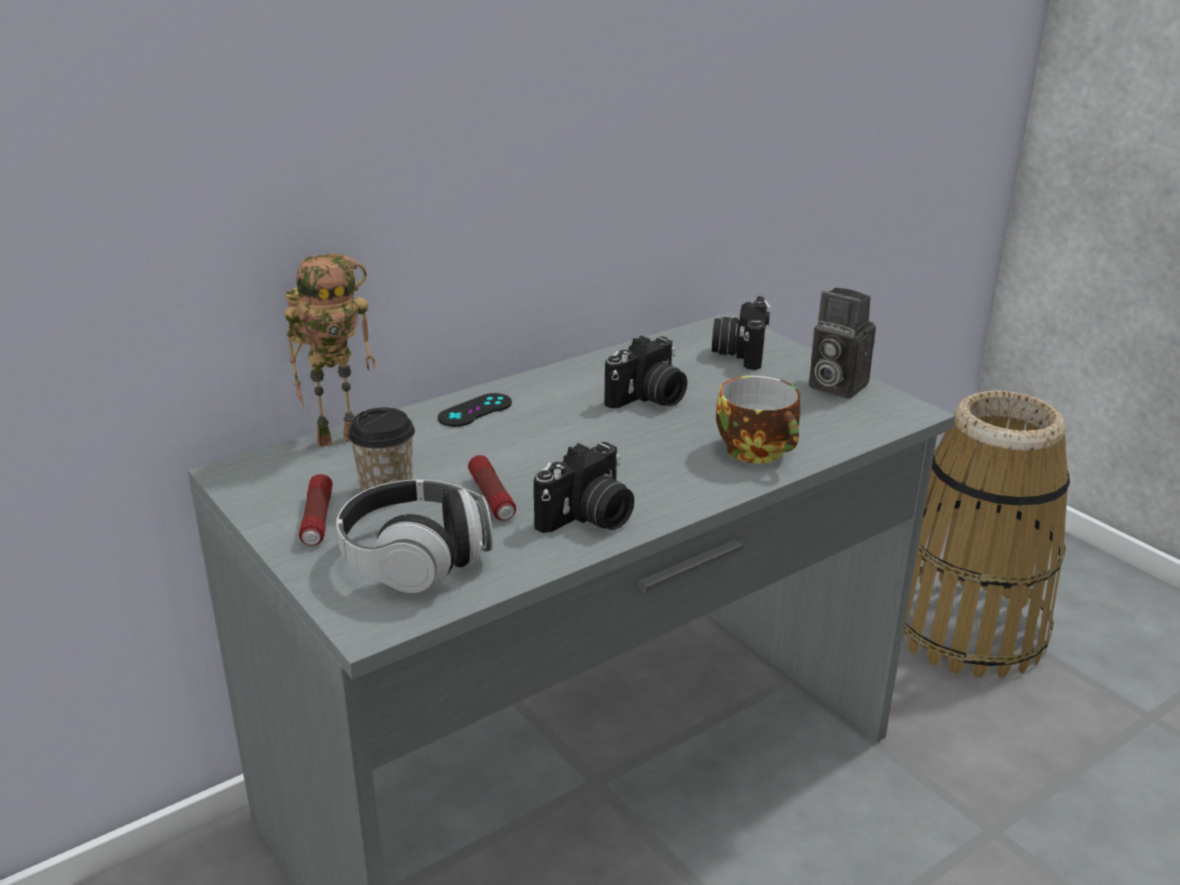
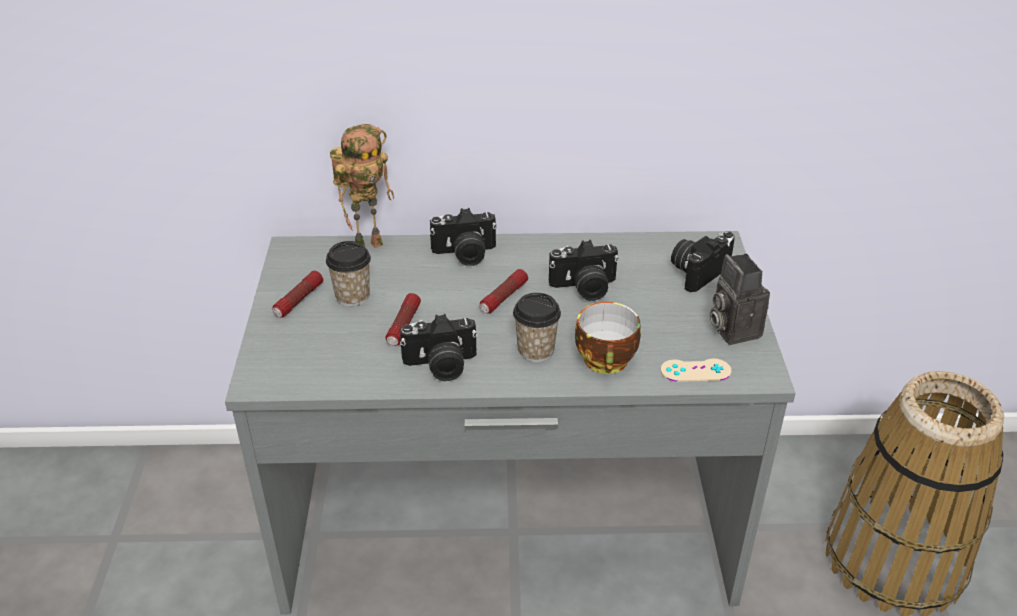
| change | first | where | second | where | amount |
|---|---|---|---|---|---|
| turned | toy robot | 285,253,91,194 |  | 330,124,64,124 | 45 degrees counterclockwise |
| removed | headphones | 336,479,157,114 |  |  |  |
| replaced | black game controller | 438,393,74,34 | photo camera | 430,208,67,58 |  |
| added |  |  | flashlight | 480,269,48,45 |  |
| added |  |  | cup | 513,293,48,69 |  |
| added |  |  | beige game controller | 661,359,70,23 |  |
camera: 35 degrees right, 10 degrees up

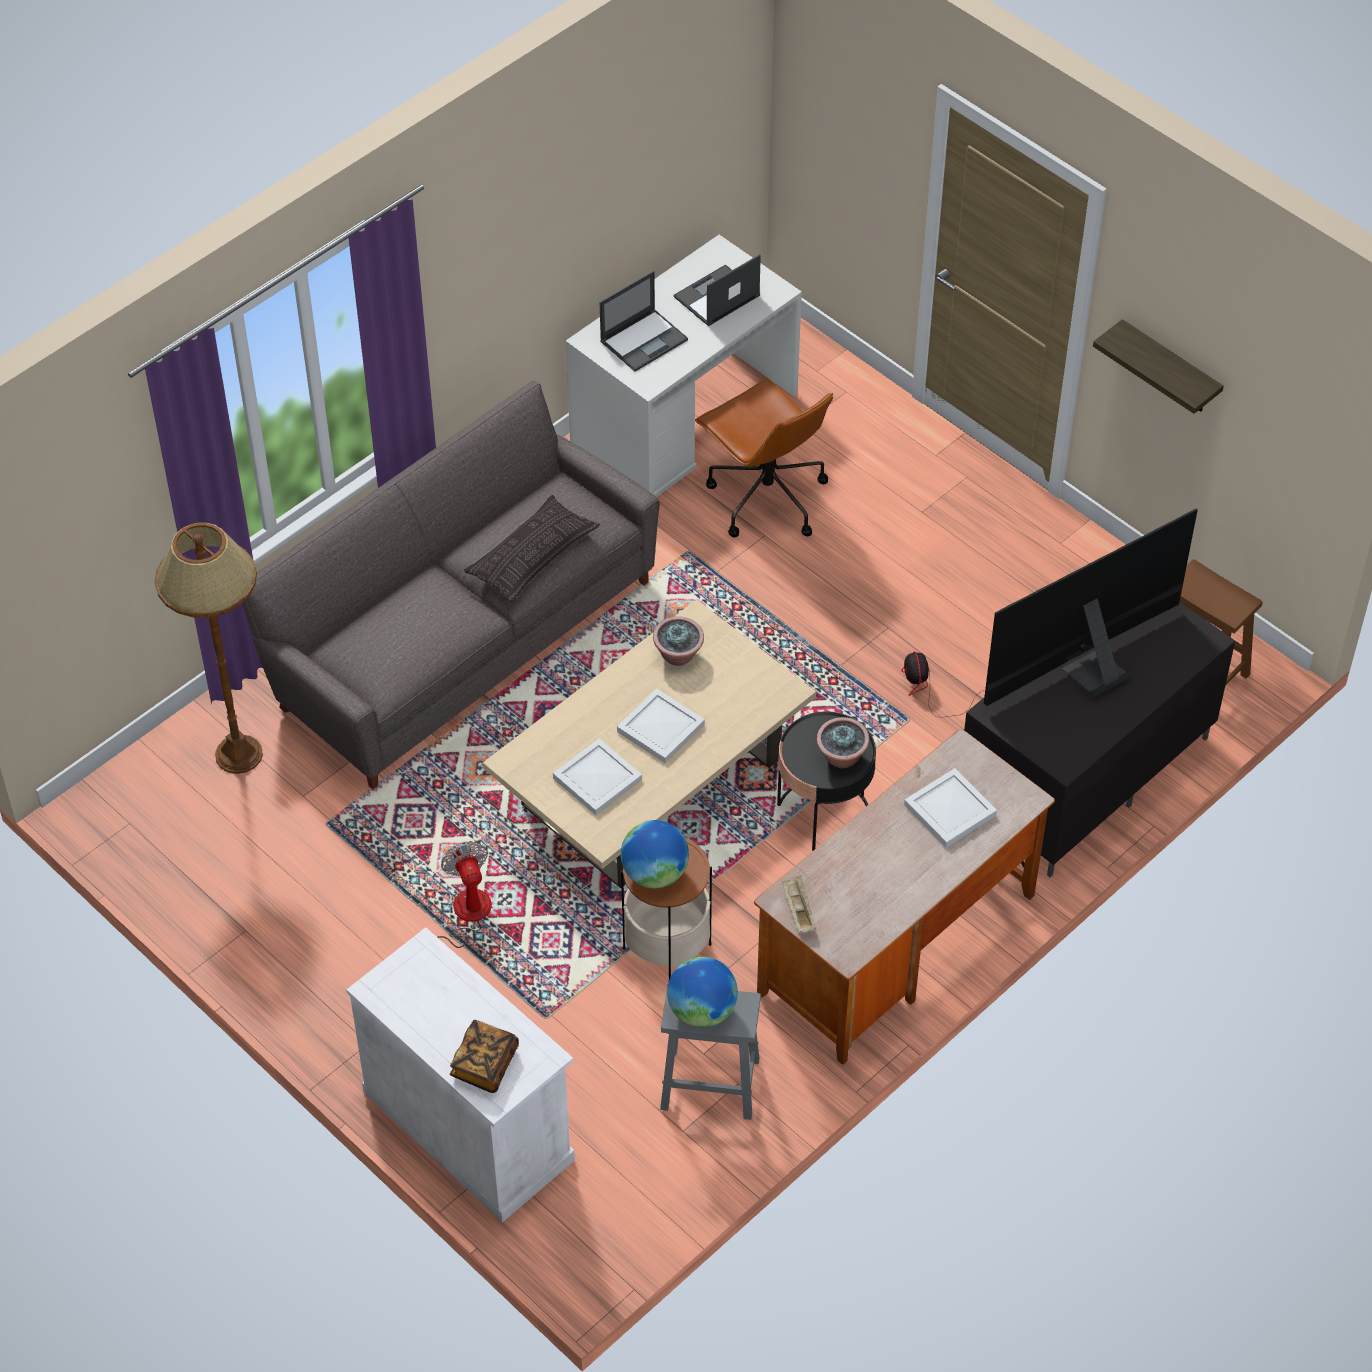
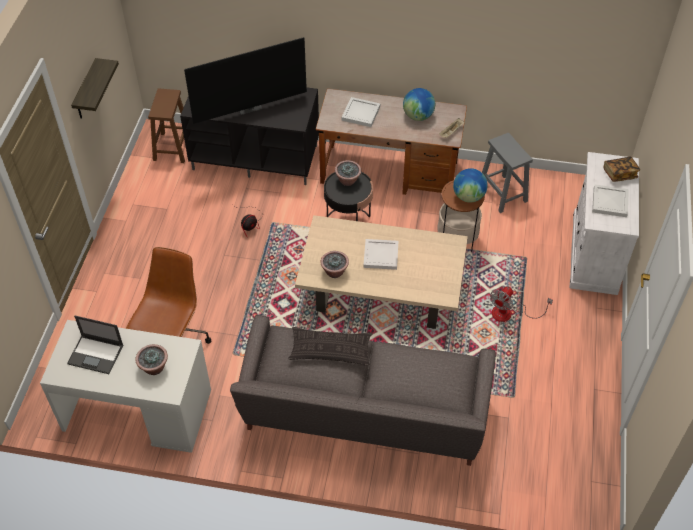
| change | first | where | second | where | amount |
|---|---|---|---|---|---|
| removed | brown floor lamp | 155,523,108,251 |  |  |  |
| moved | white tray | 553,739,89,76 |  | 592,185,37,32 |  |
| replaced | laptop | 600,271,88,101 | potted plant | 135,344,33,31 |  |
| moved | globe | 667,957,71,71 |  | 403,88,32,33 |  |
| turned | television | 984,508,214,198 |  | 184,37,123,87 | 45 degrees counterclockwise |
camera: 125 degrees left, 0 degrees up

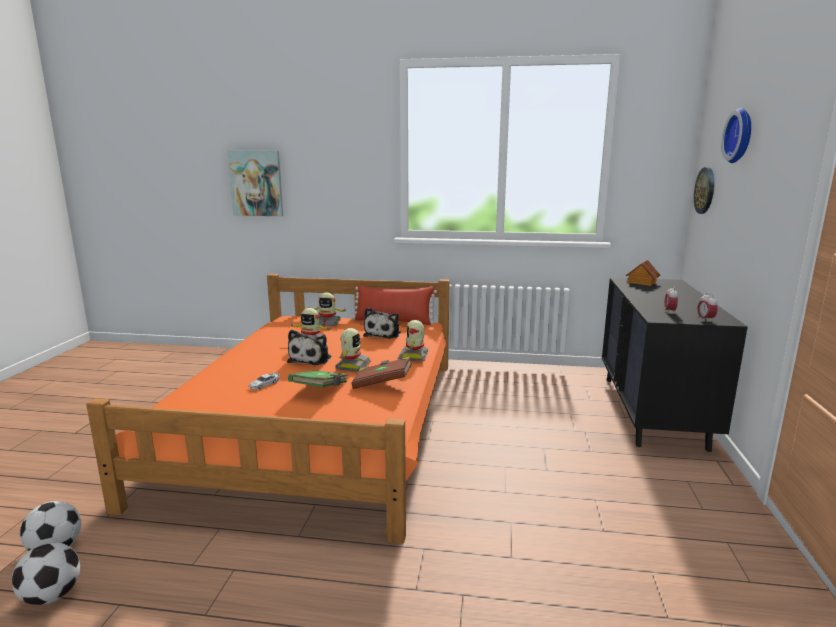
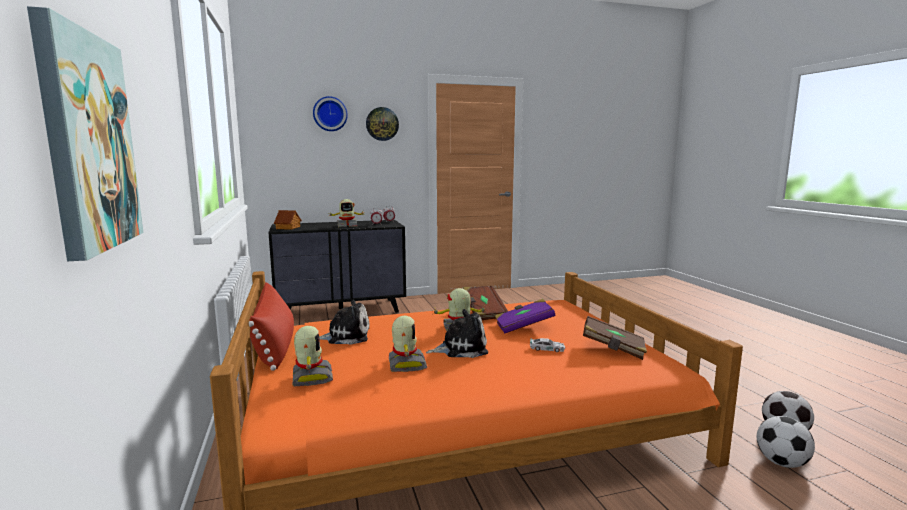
| change | first | where | second | where | amount |
|---|---|---|---|---|---|
| recoloured | green book | 288,370,60,17 | purple book | 494,299,61,35 |  |
| moved | toy robot | 398,320,30,41 |  | 330,199,34,29 |  |
| moved | wall clock | 694,167,20,47 |  | 366,107,33,34 |  |
| added |  |  | brown book | 583,316,64,44 |  |
camera: 115 degrees left, 5 degrees down

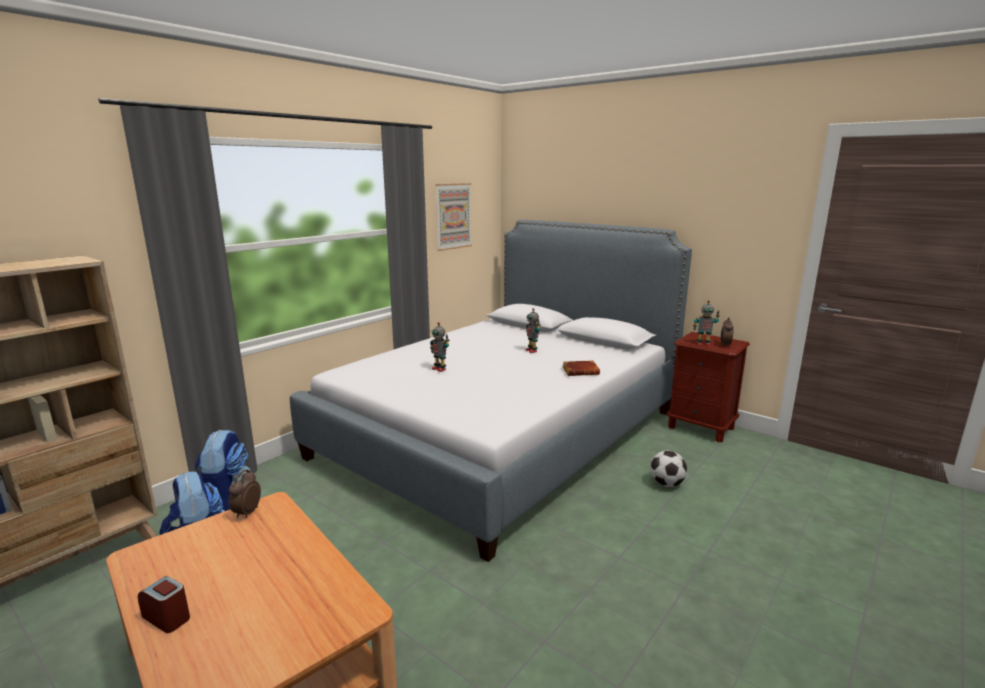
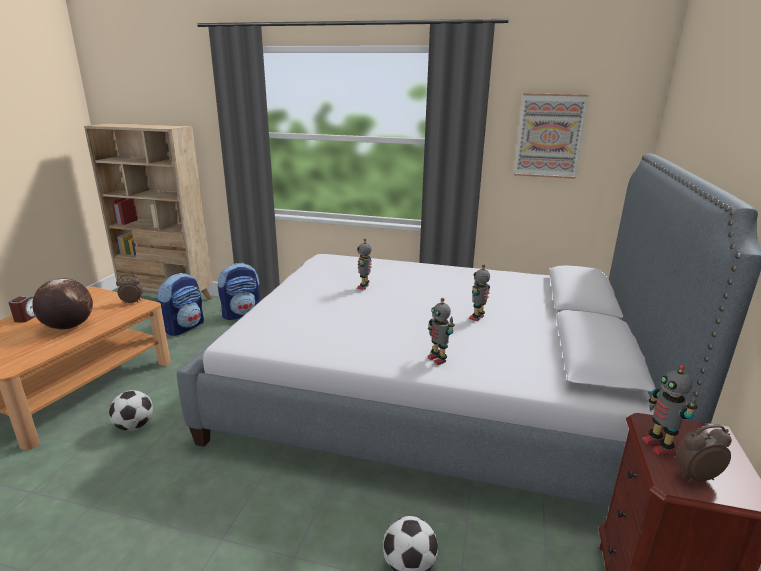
| change | first | where | second | where | amount |
|---|---|---|---|---|---|
| replaced | brown book | 563,360,37,16 | toy robot | 428,298,27,67 |  |
| added |  |  | globe | 32,278,61,52 |  |
| added |  |  | football | 109,390,44,41 |  |
camera: 65 degrees right, 5 degrees up

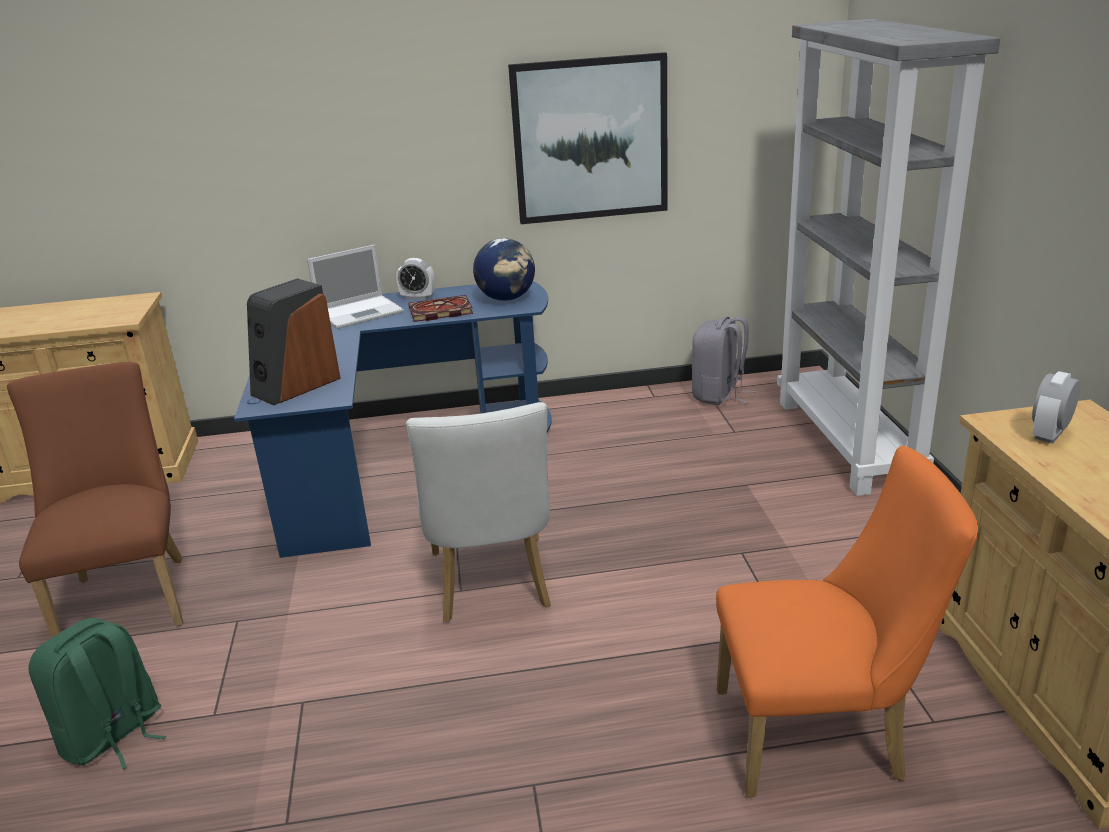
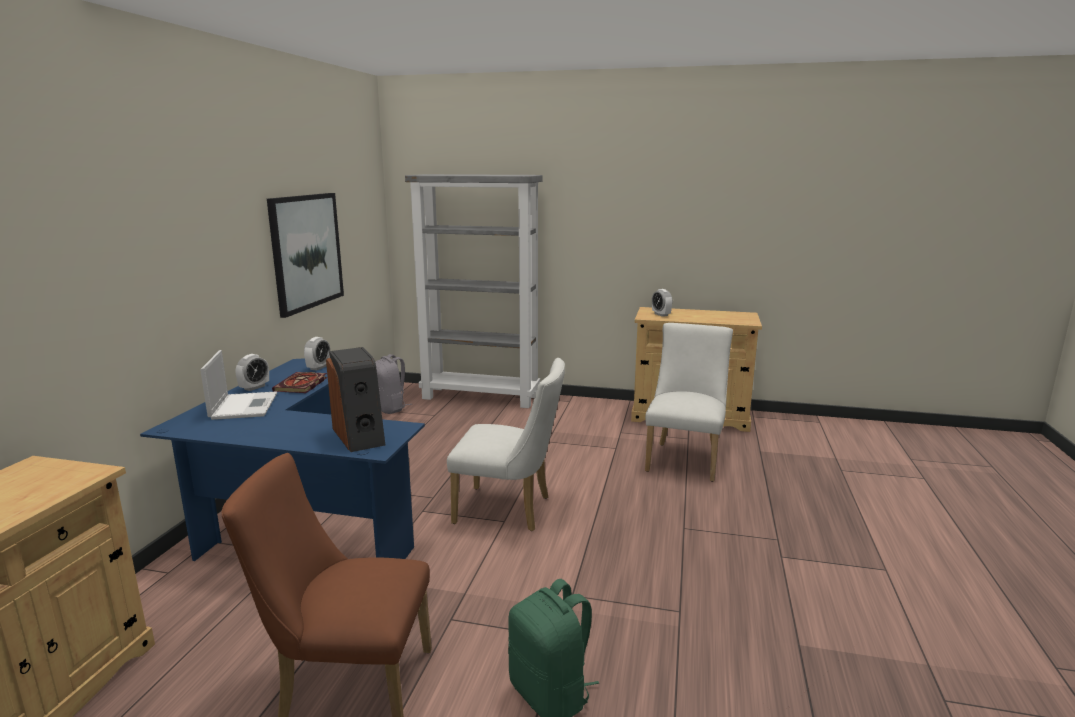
| change | first | where | second | where | amount |
|---|---|---|---|---|---|
| replaced | globe | 473,238,62,63 | alarm clock | 304,337,26,34 |  |
| recoloured | orange chair | 716,446,262,351 | white chair | 645,323,88,159 |  |
camera: 70 degrees left, 10 degrees down

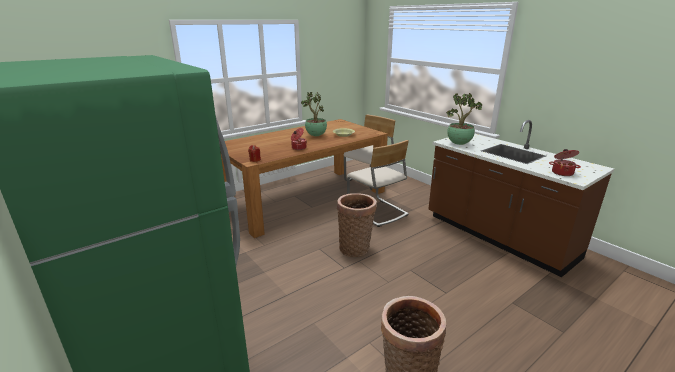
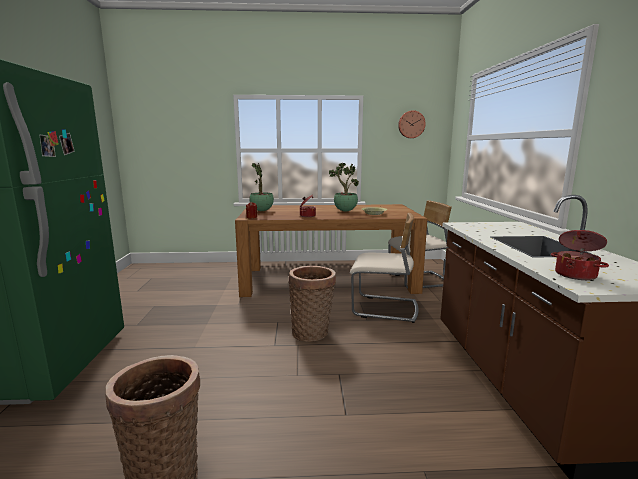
| change | first | where | second | where | amount |
|---|---|---|---|---|---|
| turned | beige chair | 347,140,62,87 |  | 350,213,69,110 | 75 degrees counterclockwise |
| moved | potted plant | 446,93,36,52 |  | 249,163,25,48 |  |
| added |  |  | wall clock | 398,110,28,28 |  |
camera: 35 degrees right, 10 degrees down

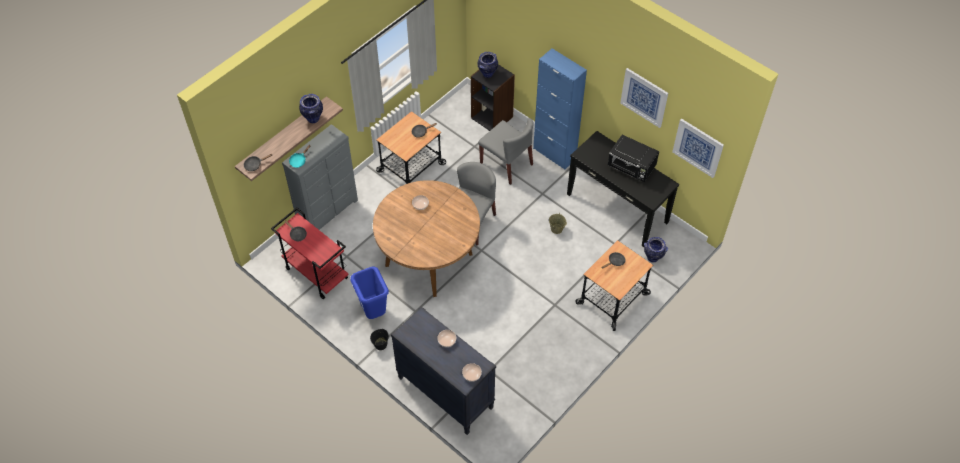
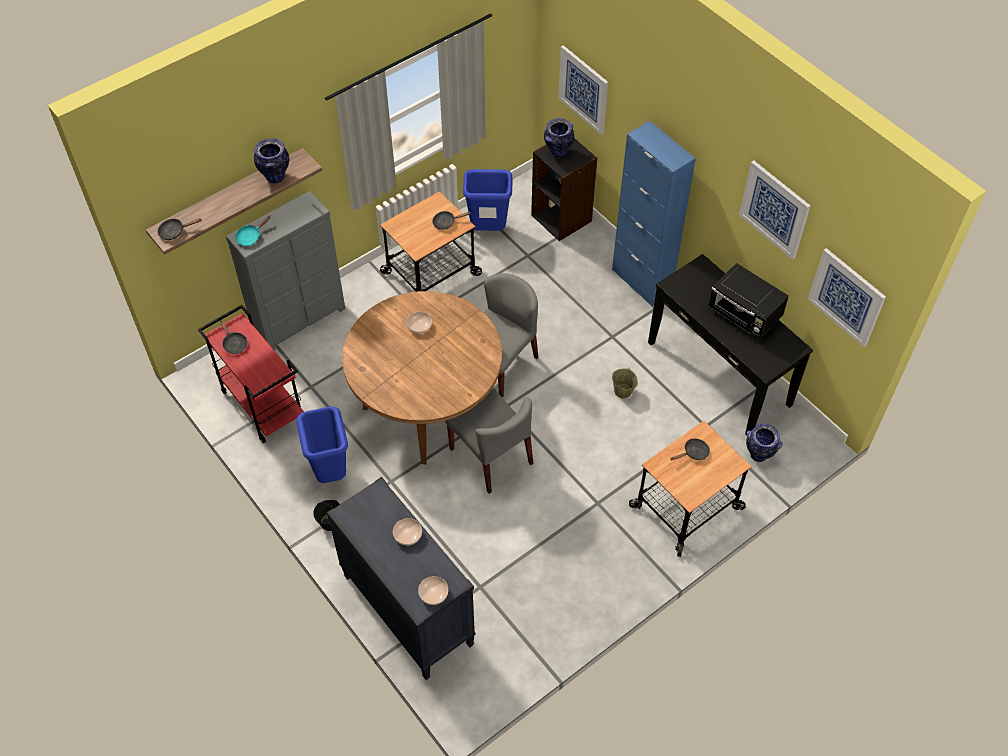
| change | first | where | second | where | amount |
|---|---|---|---|---|---|
| moved | grey chair | 478,118,55,67 |  | 445,388,88,106 |  |
| added |  |  | blue trash can | 463,169,49,62 |  |
| added |  |  | picture | 558,45,50,90 |  |
camera: 10 degrees right, 0 degrees up

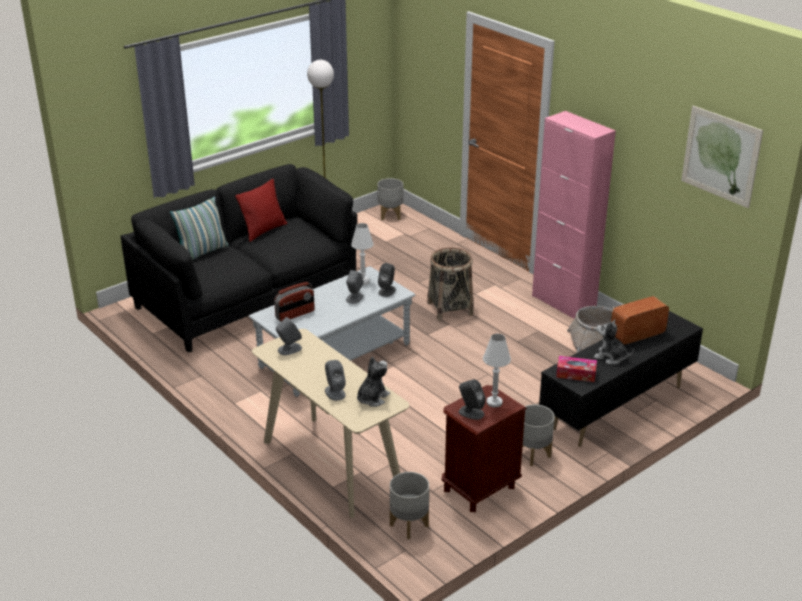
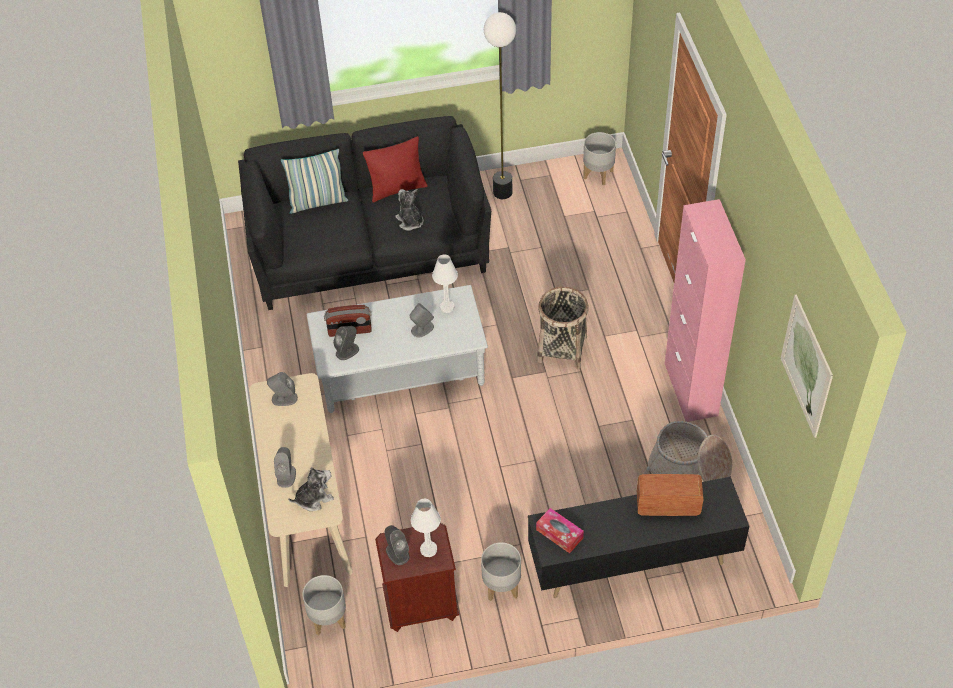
| change | first | where | second | where | amount |
|---|---|---|---|---|---|
| moved | grey speaker | 378,263,18,34 |  | 333,326,26,34 |  |
| moved | plush toy | 594,319,40,45 |  | 395,189,29,42 |  |
camera: 30 degrees right, 20 degrees up

